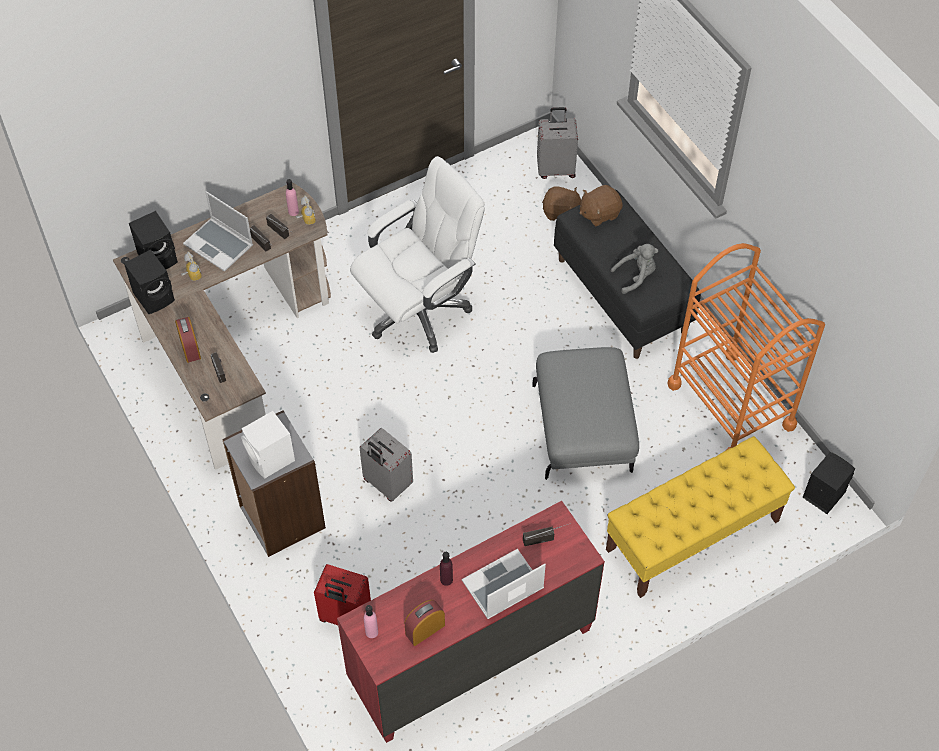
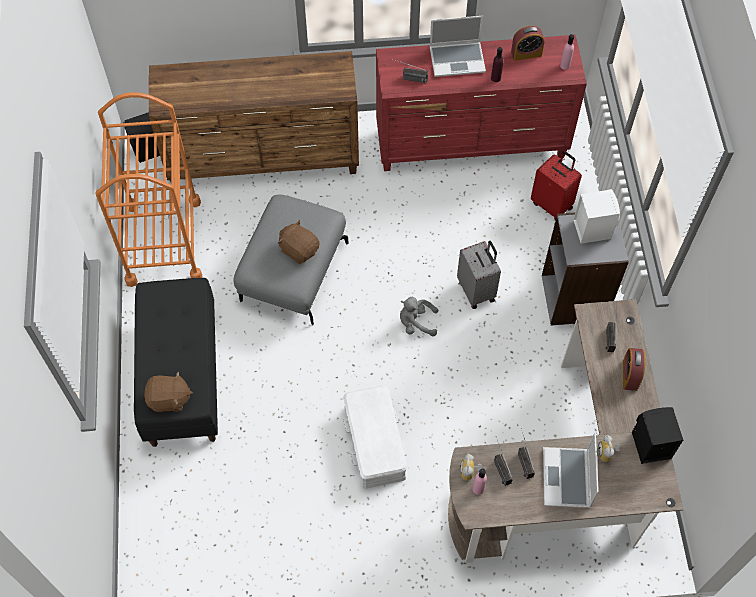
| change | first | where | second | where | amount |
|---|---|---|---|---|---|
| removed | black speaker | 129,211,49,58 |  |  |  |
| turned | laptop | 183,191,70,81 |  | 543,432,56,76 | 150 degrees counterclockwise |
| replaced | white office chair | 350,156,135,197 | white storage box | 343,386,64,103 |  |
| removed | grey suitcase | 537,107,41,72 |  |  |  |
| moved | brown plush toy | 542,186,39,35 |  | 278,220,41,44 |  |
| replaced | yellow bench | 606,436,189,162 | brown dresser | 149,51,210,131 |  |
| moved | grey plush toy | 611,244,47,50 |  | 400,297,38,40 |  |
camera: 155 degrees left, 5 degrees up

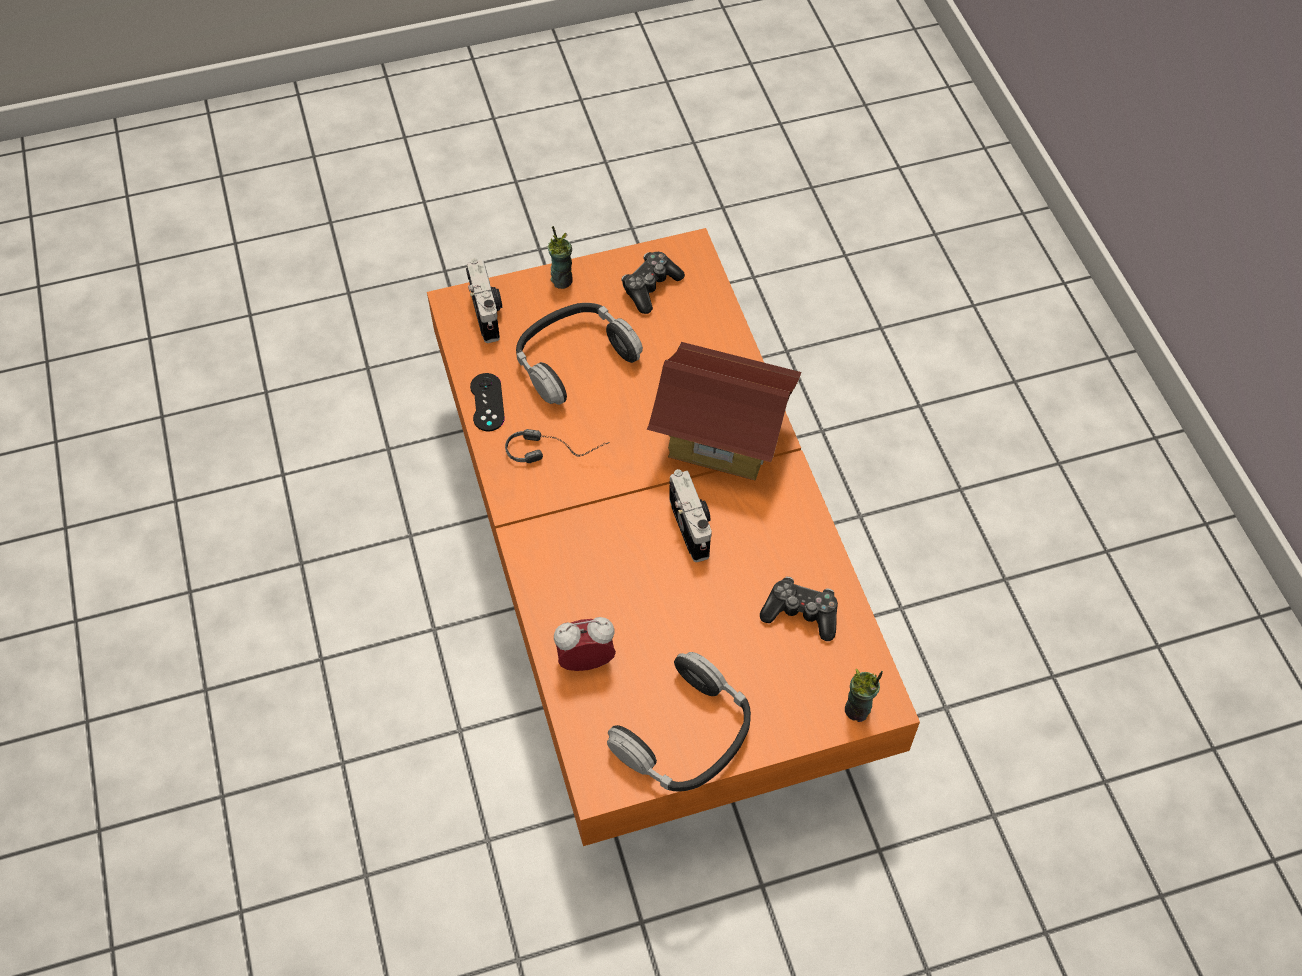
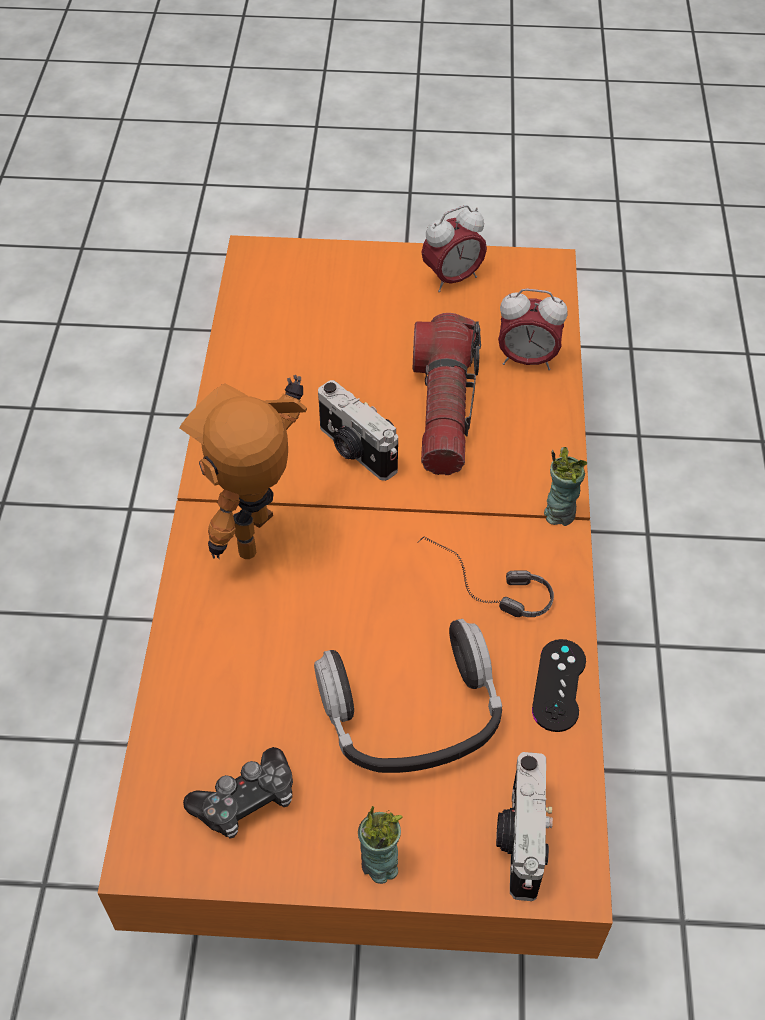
| change | first | where | second | where | amount |
|---|---|---|---|---|---|
| replaced | headphones | 607,652,144,140 | alarm clock | 421,205,66,87 |  |
| replaced | toy house | 647,342,154,139 | toy robot | 179,375,128,184 |  |
| turned | photo camera | 669,469,43,93 |  | 318,380,80,101 | 45 degrees counterclockwise |
| removed | game controller | 760,577,78,64 |  |  |  |
| moved | cup | 845,668,38,54 |  | 544,447,43,79 |  |
| added |  |  | flashlight | 413,313,68,162 |  |
camera: 160 degrees left, 5 degrees down

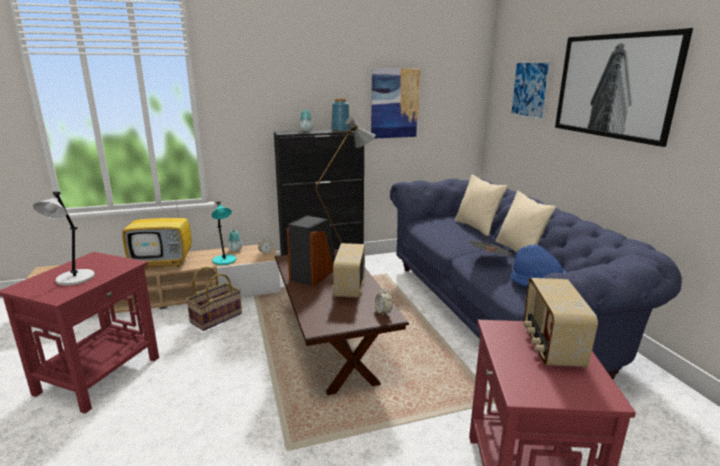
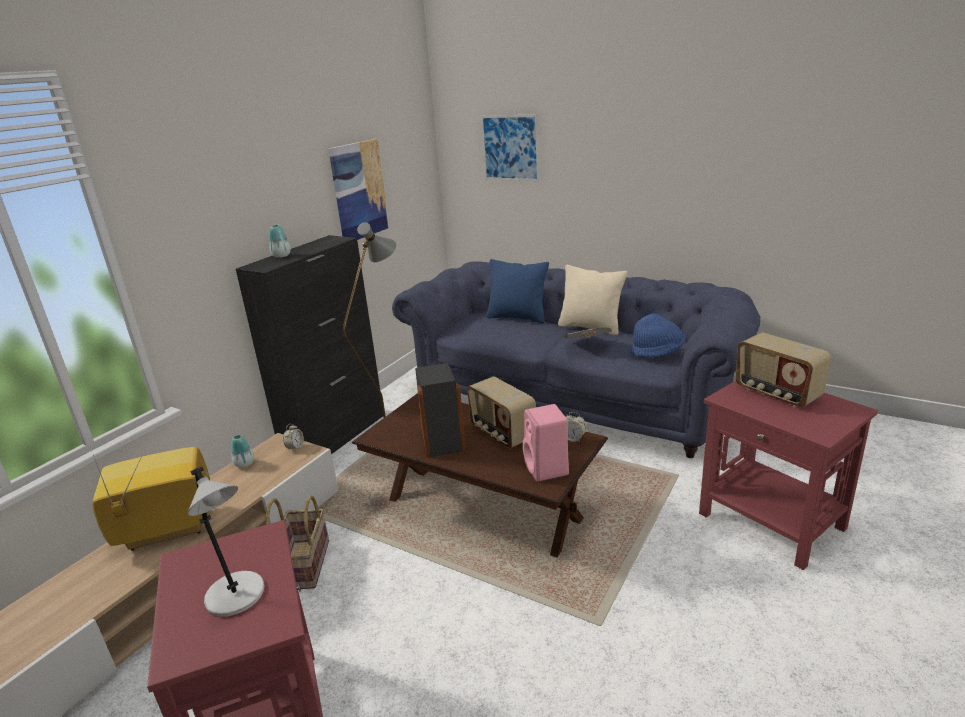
| change | first | where | second | where | amount |
|---|---|---|---|---|---|
| turned | television | 122,187,70,80 |  | 92,447,118,104 | 150 degrees counterclockwise |
| removed | turquoise table lamp | 212,201,25,64 |  |  |  |
| removed | blue vase | 331,99,19,33 |  |  |  |
| recoloured | beige pillow | 455,175,53,61 | blue pillow | 486,259,63,64 |  |
| removed | picture | 555,28,138,119 |  |  |  |
| added |  |  | pink speaker | 523,404,46,77 |  |
camera: 40 degrees left, 5 degrees up

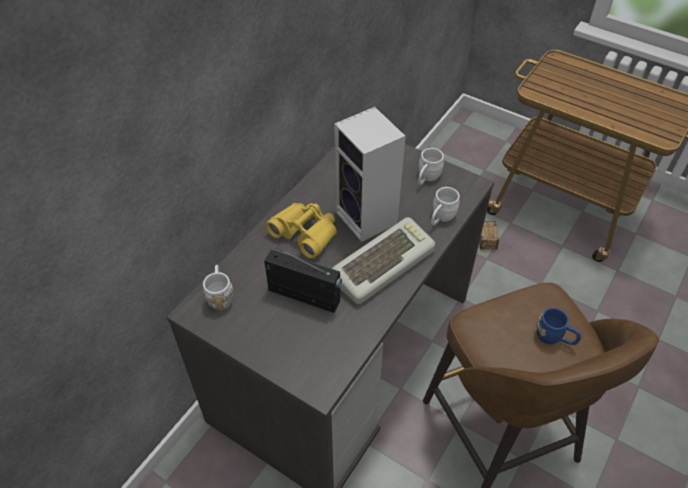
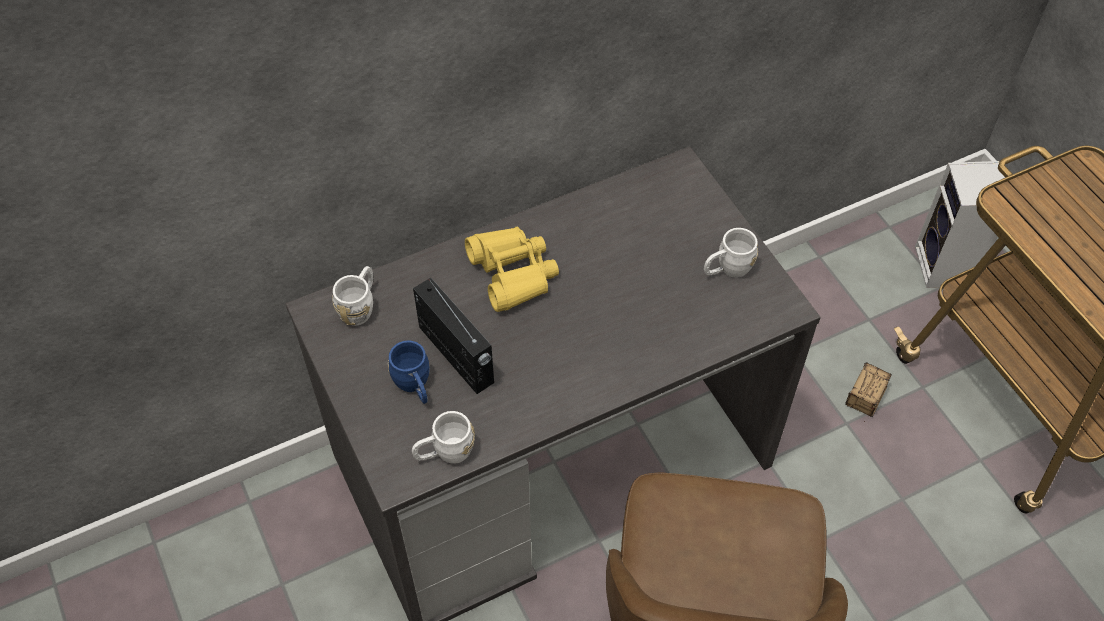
| change | first | where | second | where | amount |
|---|---|---|---|---|---|
| removed | keyboard | 332,217,103,87 |  |  |  |
| moved | speaker | 334,107,72,135 |  | 915,161,90,127 |  |
| moved | white mug | 431,187,29,38 |  | 412,411,63,53 |  |
| moved | blue mug | 536,308,45,37 |  | 388,341,42,63 |  |
camera: 30 degrees right, 5 degrees up

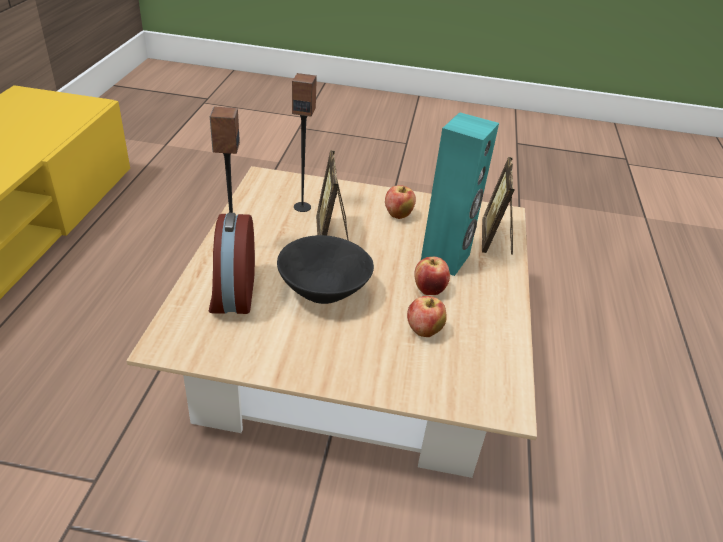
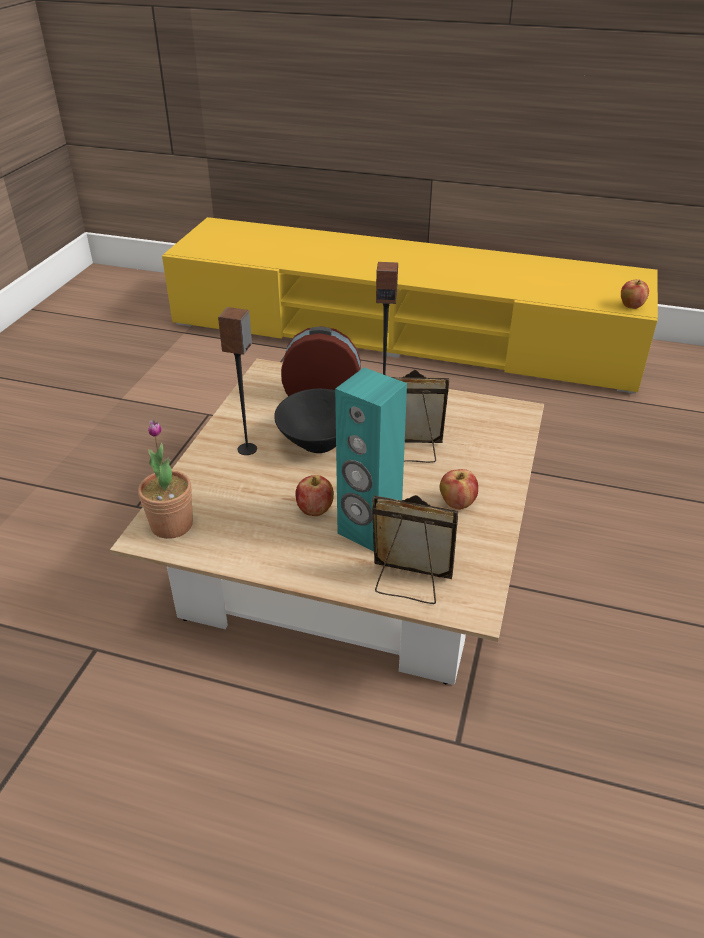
| change | first | where | second | where | amount |
|---|---|---|---|---|---|
| moved | speaker | 292,73,25,139 |  | 218,307,39,148 |  |
| moved | apple | 407,296,40,41 |  | 621,279,28,30 |  |
| added |  |  | potted plant | 138,420,55,119 |  |
camera: 100 degrees right, 0 degrees up

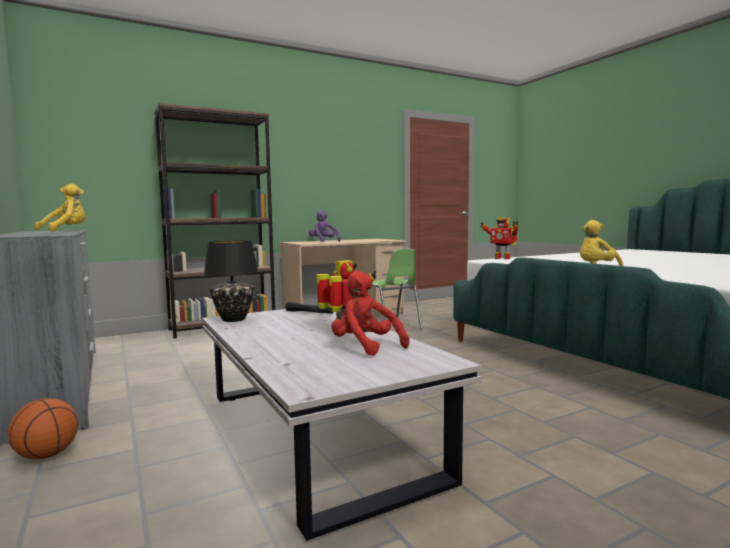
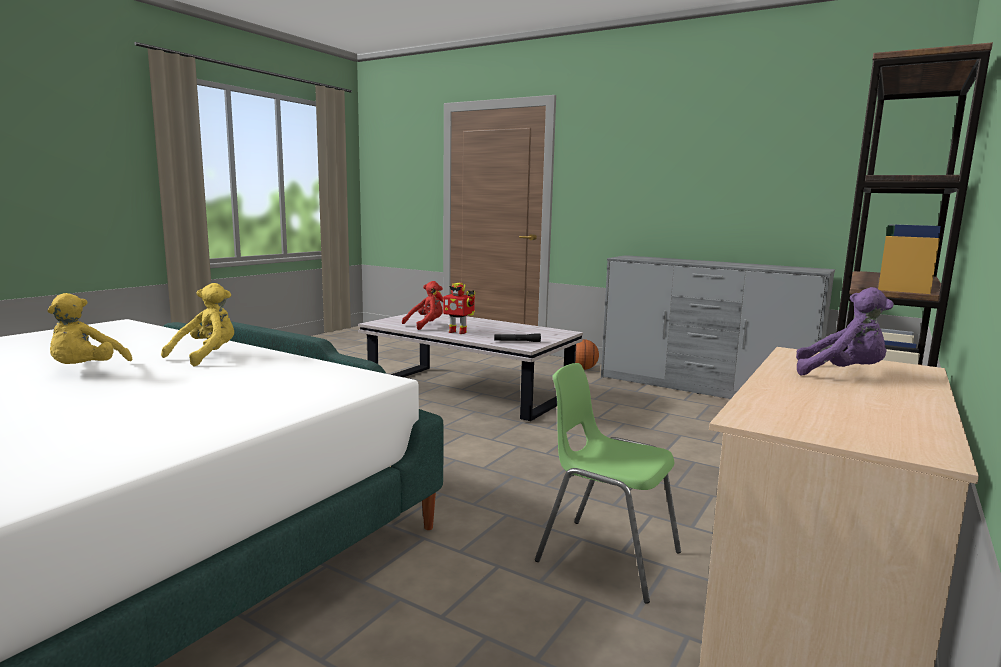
| change | first | where | second | where | amount |
|---|---|---|---|---|---|
| moved | yellow plush toy | 35,184,51,48 |  | 47,293,86,71 |  |
| removed | black table lamp | 204,240,55,82 |  |  |  |
| turned | red plush toy | 331,271,78,85 |  | 402,281,41,49 | 60 degrees counterclockwise |
| removed | toy robot | 480,218,39,41 |  |  |  |
camera: 150 degrees right, 5 degrees up

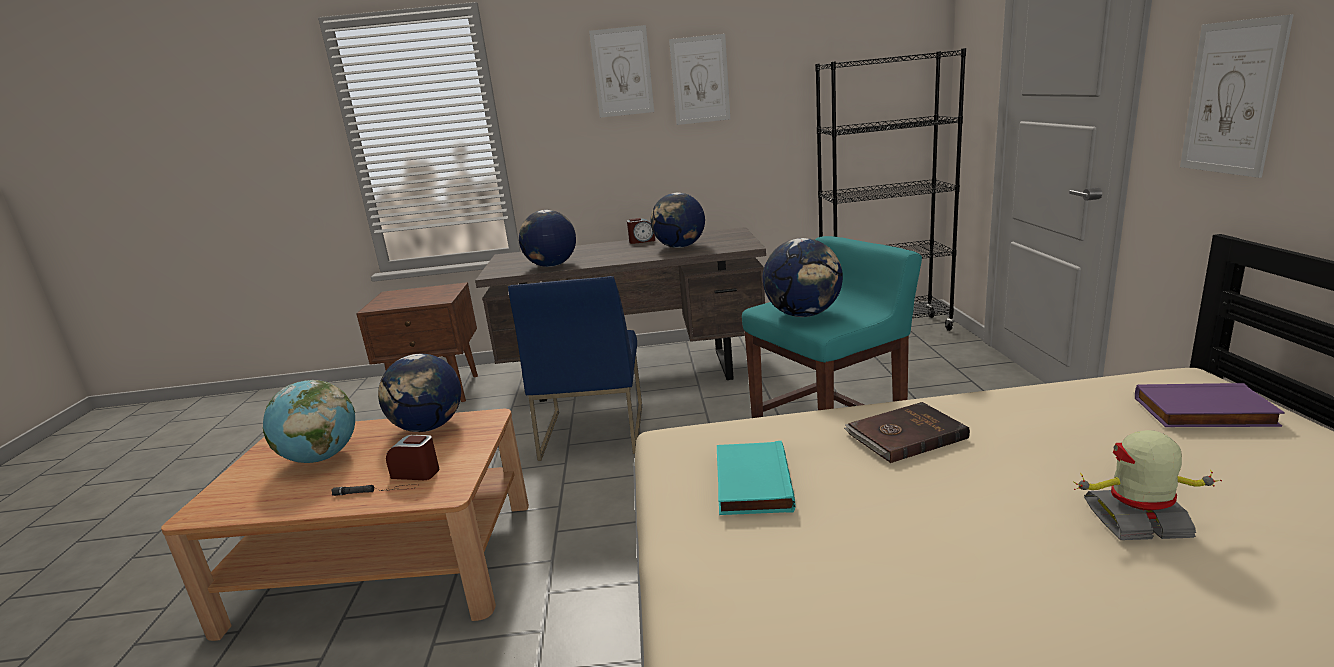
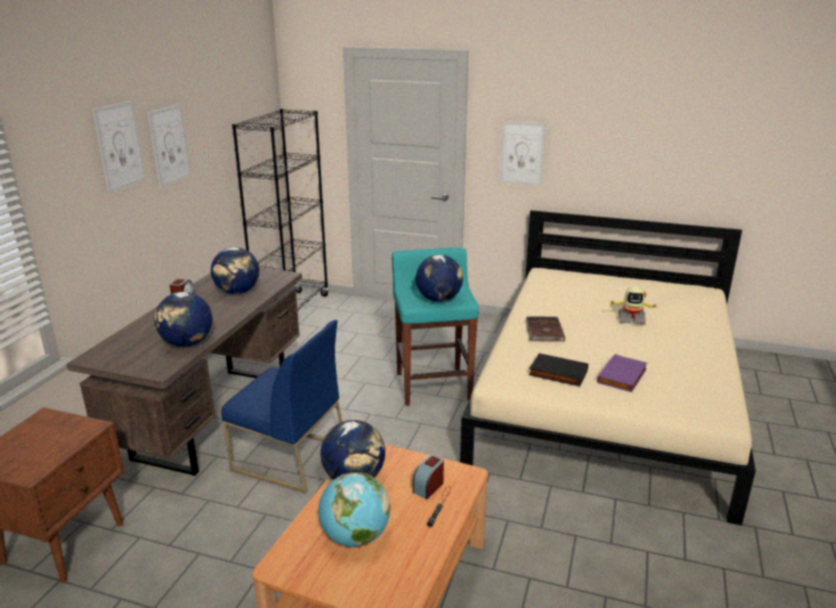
| change | first | where | second | where | amount |
|---|---|---|---|---|---|
| recoloured | turquoise book | 717,441,78,74 | black book | 529,353,59,34 |  |
| turned | toy robot | 1074,430,148,110 |  | 609,286,50,39 | 105 degrees counterclockwise |
| moved | purple book | 1135,383,150,44 |  | 597,354,50,38 |  |
camera: 70 degrees left, 5 degrees up

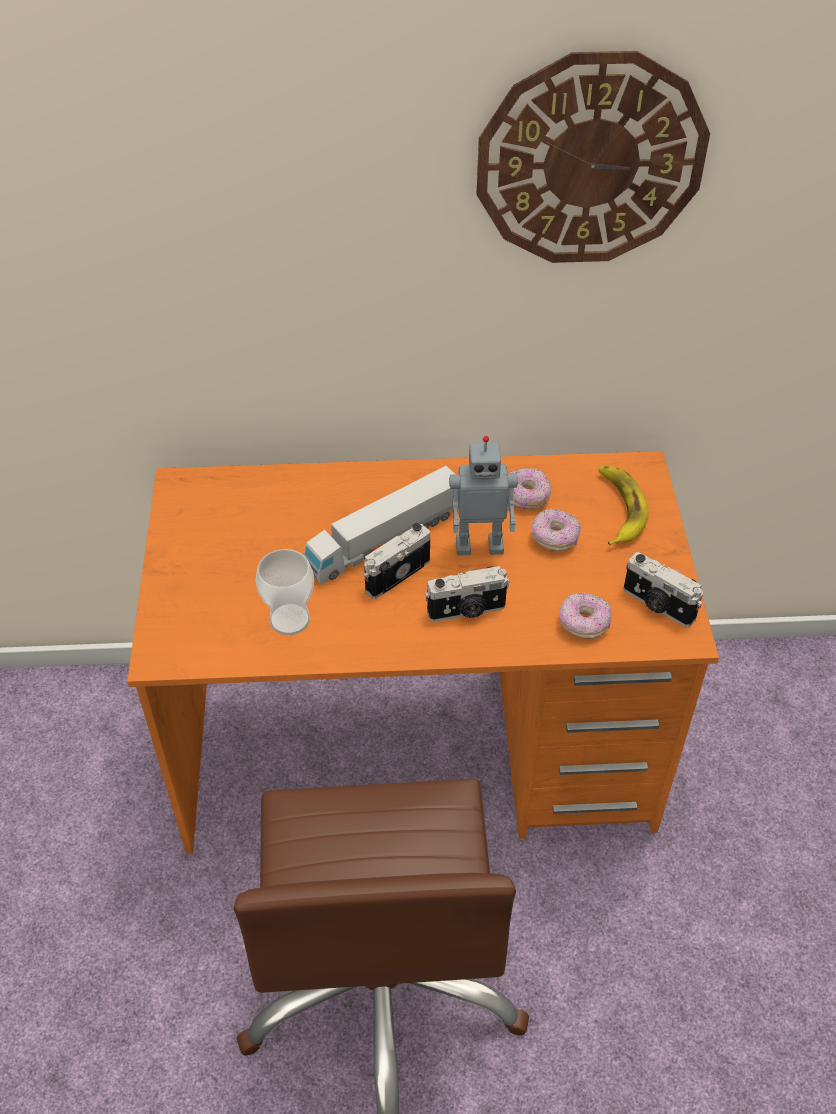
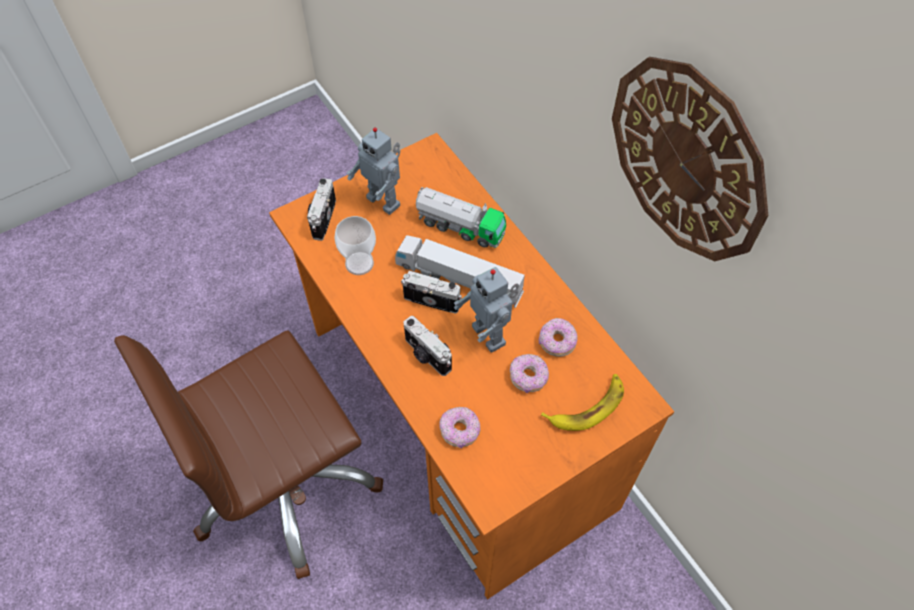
| change | first | where | second | where | amount |
|---|---|---|---|---|---|
| moved | photo camera | 623,552,80,75 |  | 307,178,29,63 |  |
| added |  |  | toy robot | 346,127,54,88 |  |
| added |  |  | toy truck | 416,187,90,61 |  |
camera: 60 degrees right, 10 degrees up

